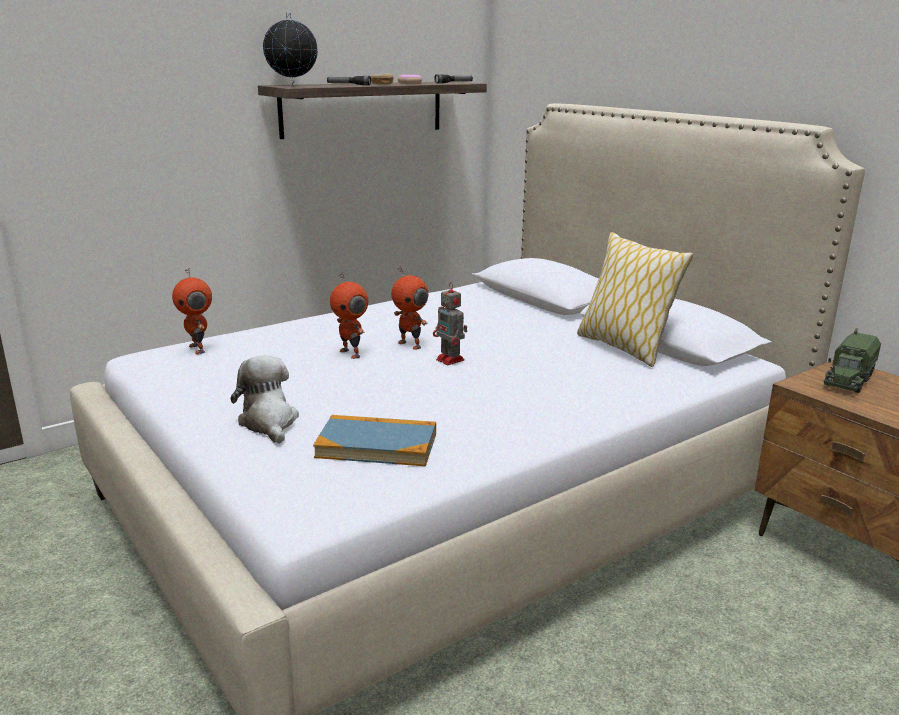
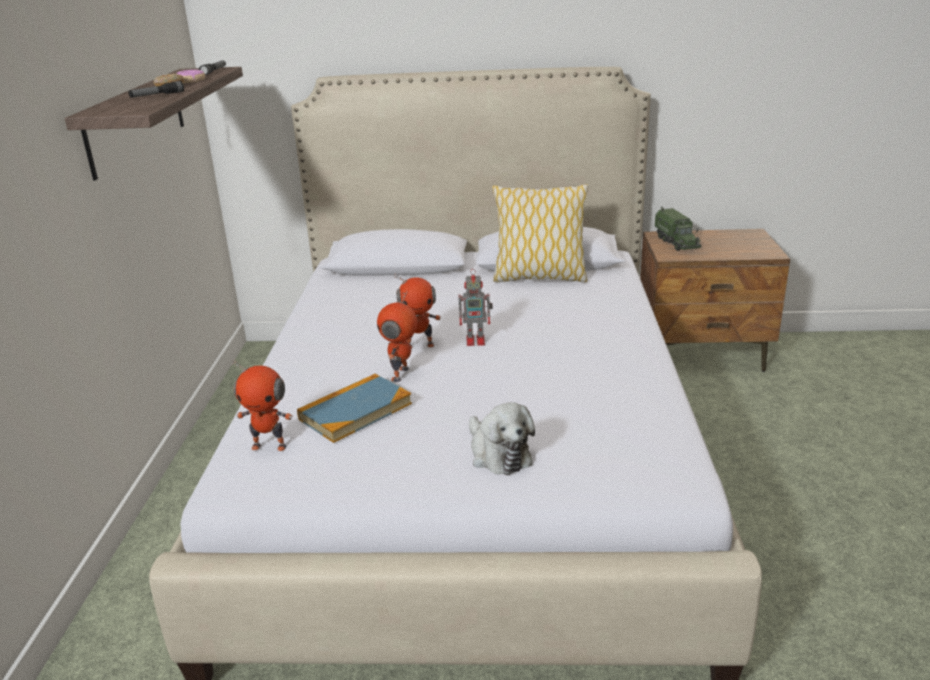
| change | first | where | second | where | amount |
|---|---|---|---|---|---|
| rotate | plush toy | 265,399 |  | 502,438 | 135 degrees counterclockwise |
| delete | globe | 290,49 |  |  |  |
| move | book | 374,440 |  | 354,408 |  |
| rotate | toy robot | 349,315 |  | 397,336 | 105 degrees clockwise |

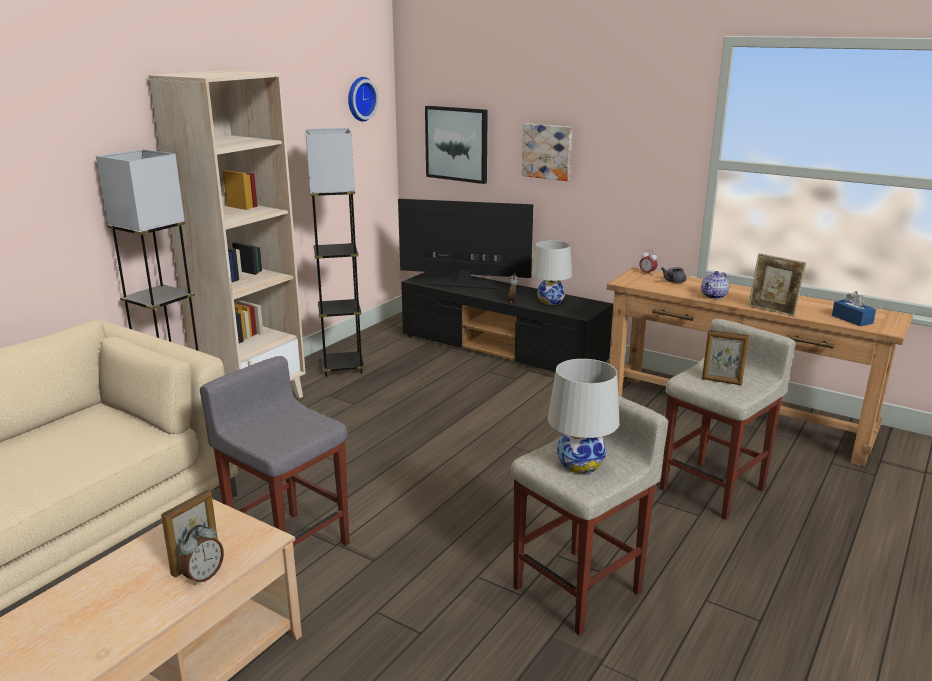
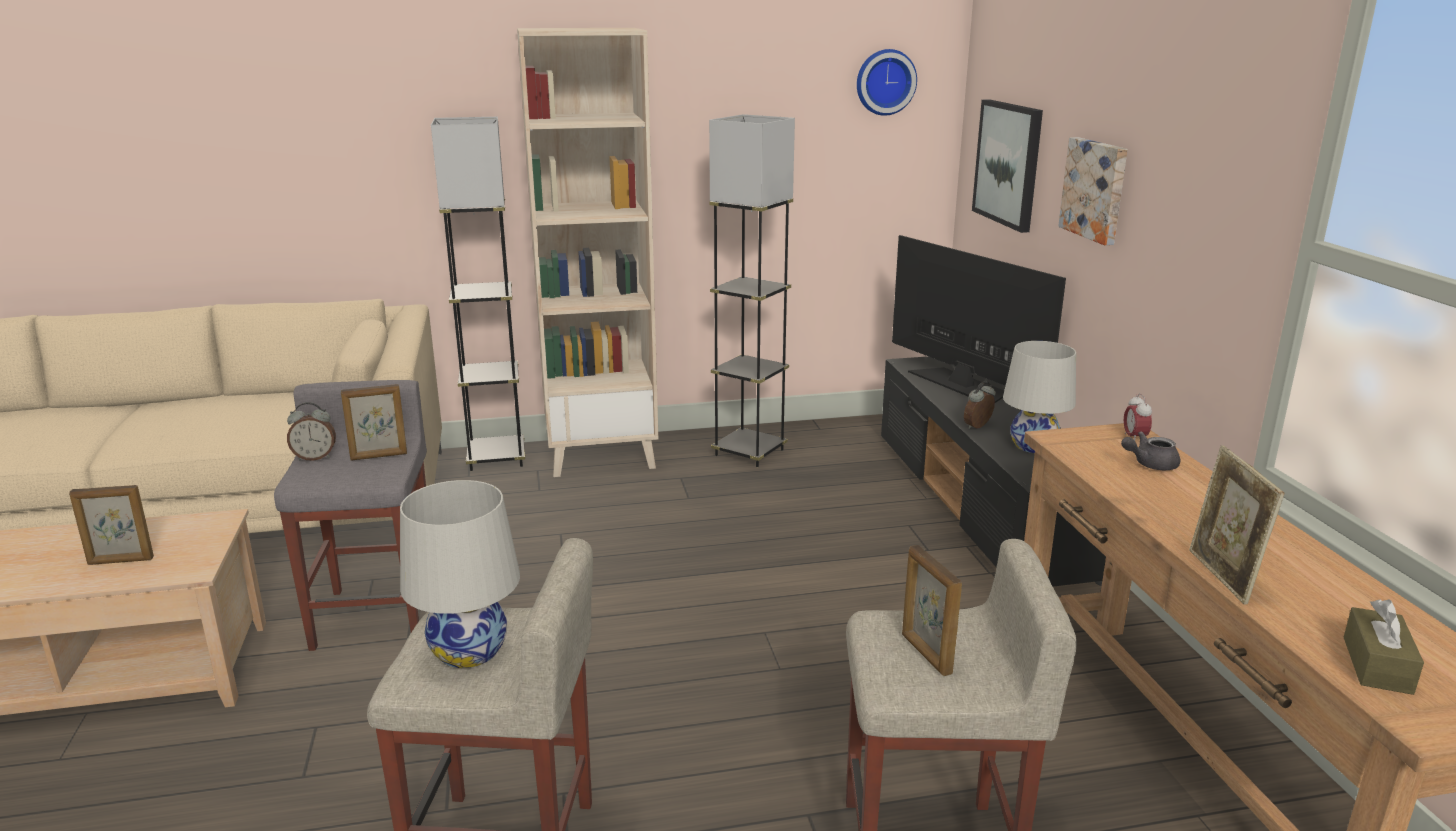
| change | first | where | second | where | amount |
|---|---|---|---|---|---|
| move | alarm clock | 201,555 |  | 311,431 |  |
| delete | teapot | 715,285 |  |  |  |
| recolor | tissue box/blue | 854,308 | tissue box/brown | 1384,647 |  |
| insert |  |  | picture frame | 374,422 |  |

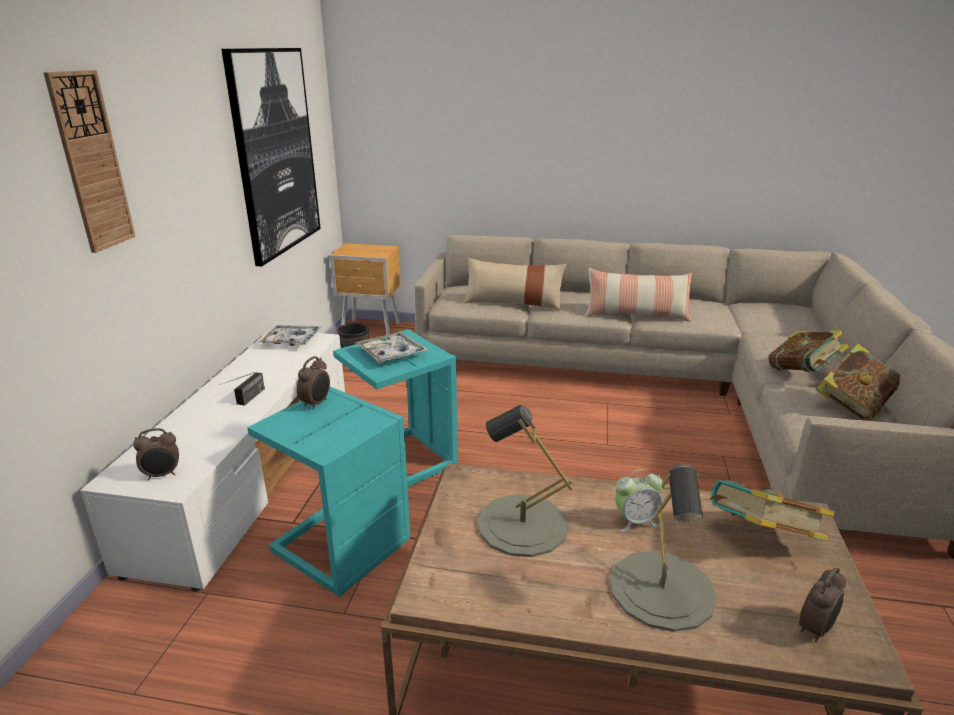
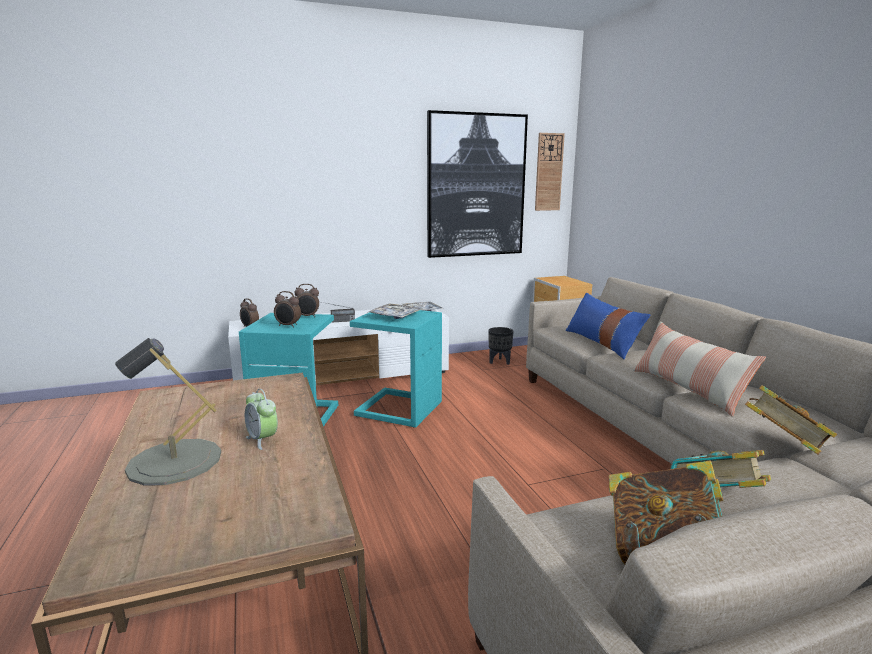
| change | first | where | second | where | amount |
|---|---|---|---|---|---|
| move | wall clock | 89,161 |  | 550,172 |  |
| recolor | pillow/beige | 515,284 | pillow/blue | 608,325 |  |
| delete | table lamp/grey | 525,481 |  |  |  |
| move | book | 772,510 |  | 791,420 |  |
| move | alarm clock | 822,605 |  | 287,309 |  |

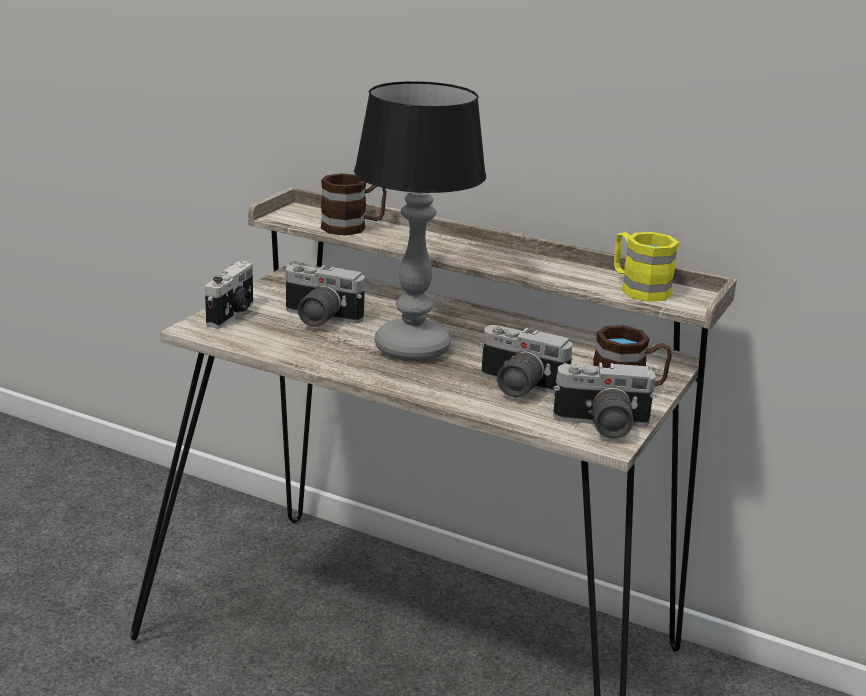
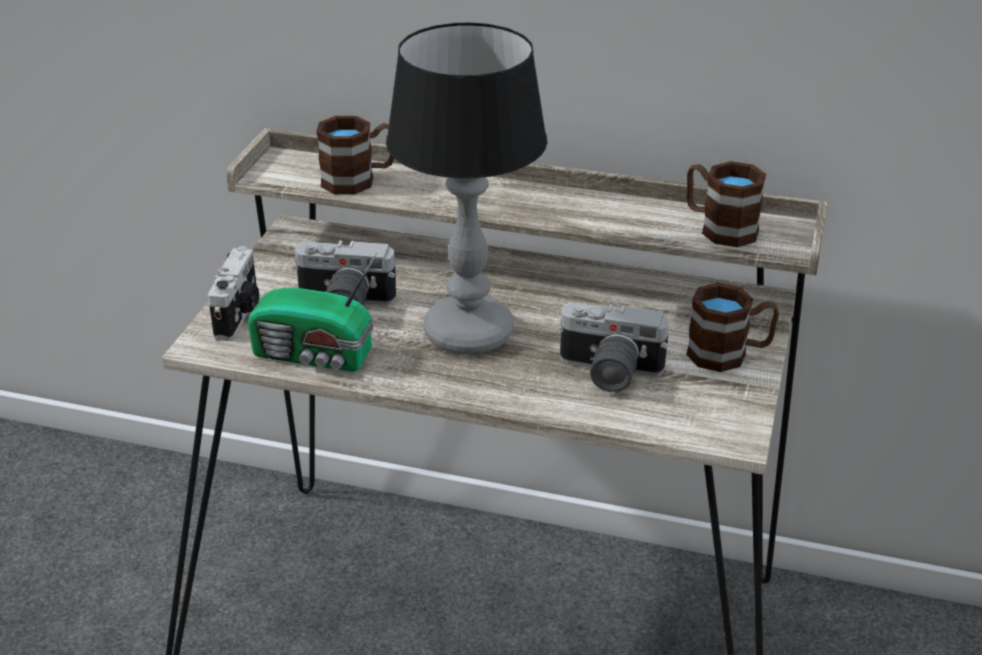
| change | first | where | second | where | amount |
|---|---|---|---|---|---|
| delete | photo camera | 605,400 |  |  |  |
| recolor | mug/yellow | 646,267 | mug/brown | 726,204 |  |
| insert |  |  | radio | 312,312 |  |

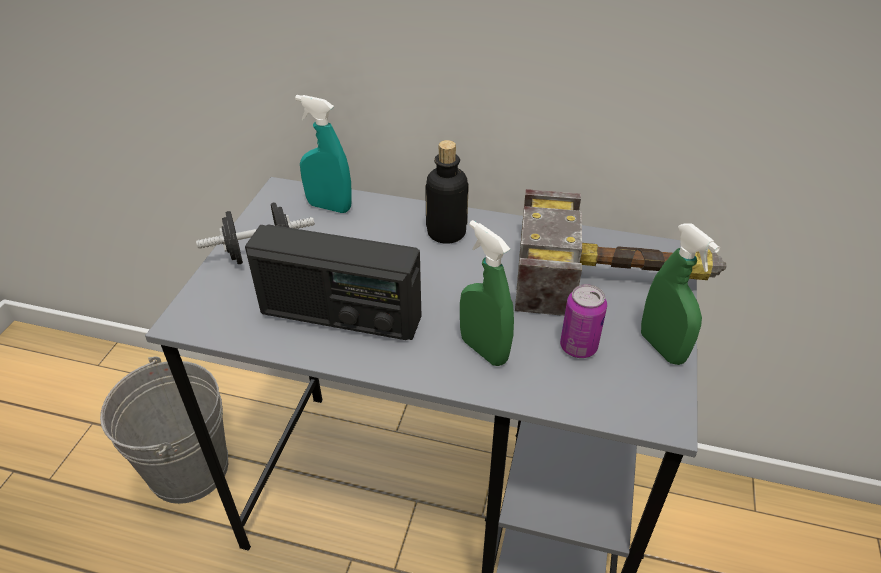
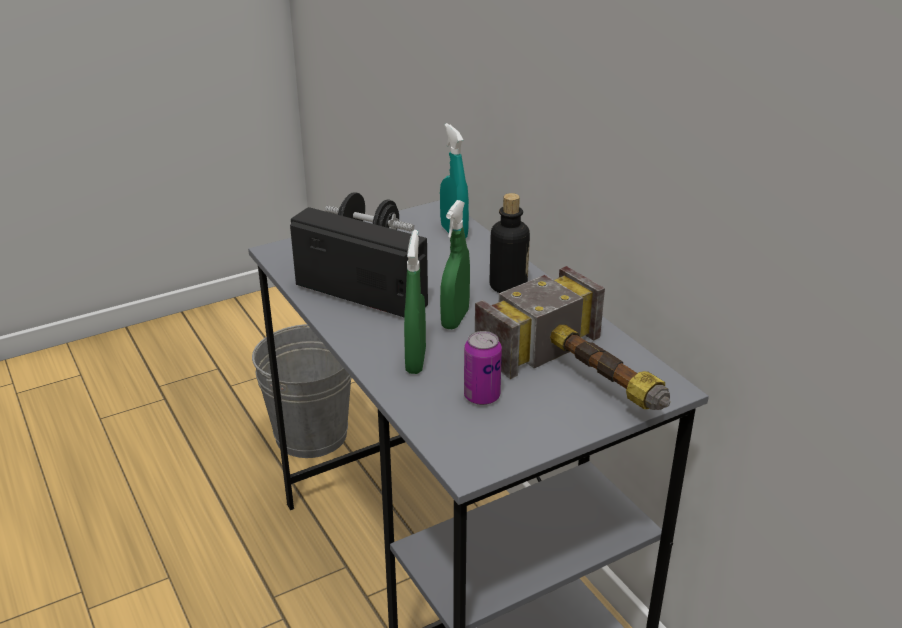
| change | first | where | second | where | amount |
|---|---|---|---|---|---|
| rotate | radio | 333,282 |  | 359,262 | 150 degrees clockwise |
| move | spray bottle/green | 680,294 |  | 455,264 |  |

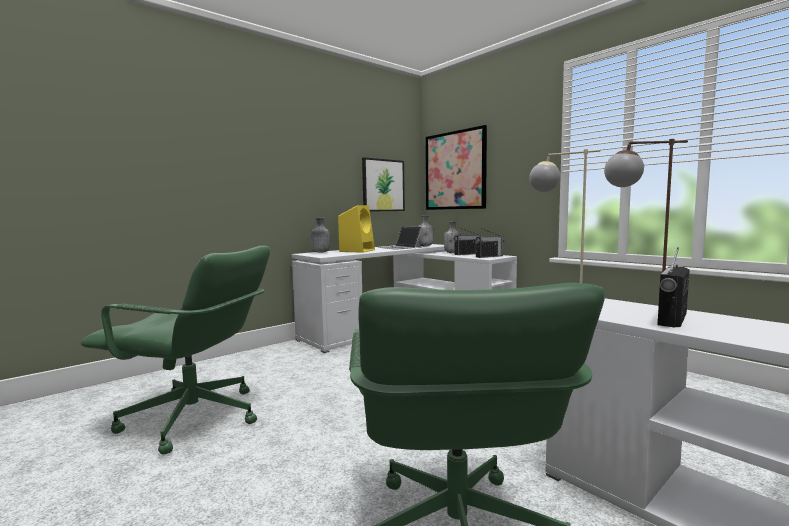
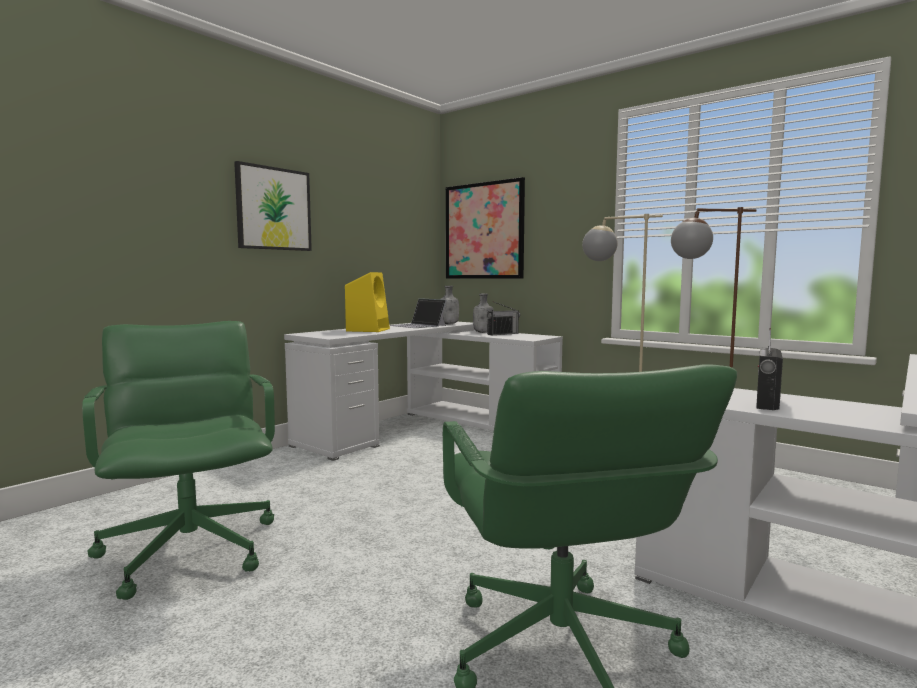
| change | first | where | second | where | amount |
|---|---|---|---|---|---|
| rotate | office chair/green | 175,350 |  | 178,460 | 120 degrees counterclockwise |
| delete | bottle/grey | 320,235 |  |  |  |
| move | picture | 383,184 |  | 273,206 |  |
| delete | radio | 490,243 |  |  |  |

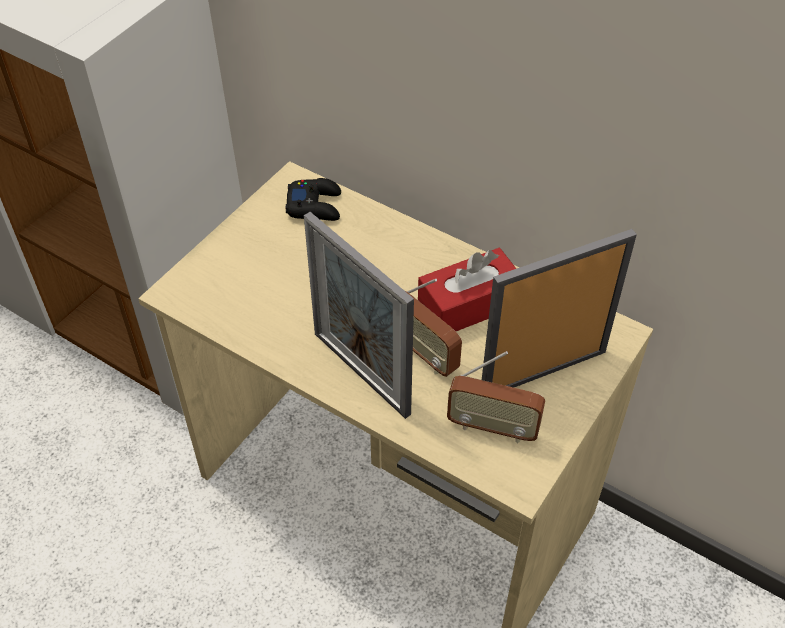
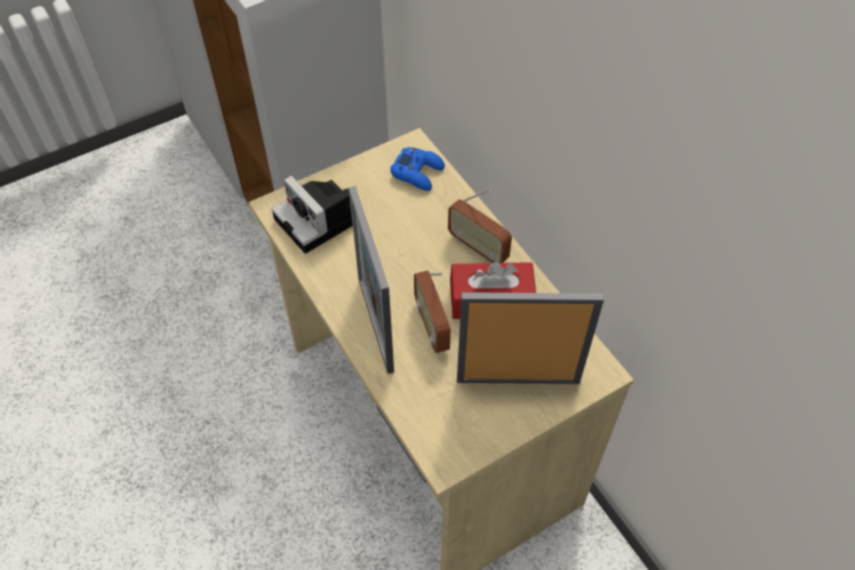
| change | first | where | second | where | amount |
|---|---|---|---|---|---|
| recolor | game controller/black | 313,199 | game controller/blue | 417,169 |  |
| move | radio | 496,397 |  | 480,226 |  |
| insert |  |  | photo camera | 312,214 |  |

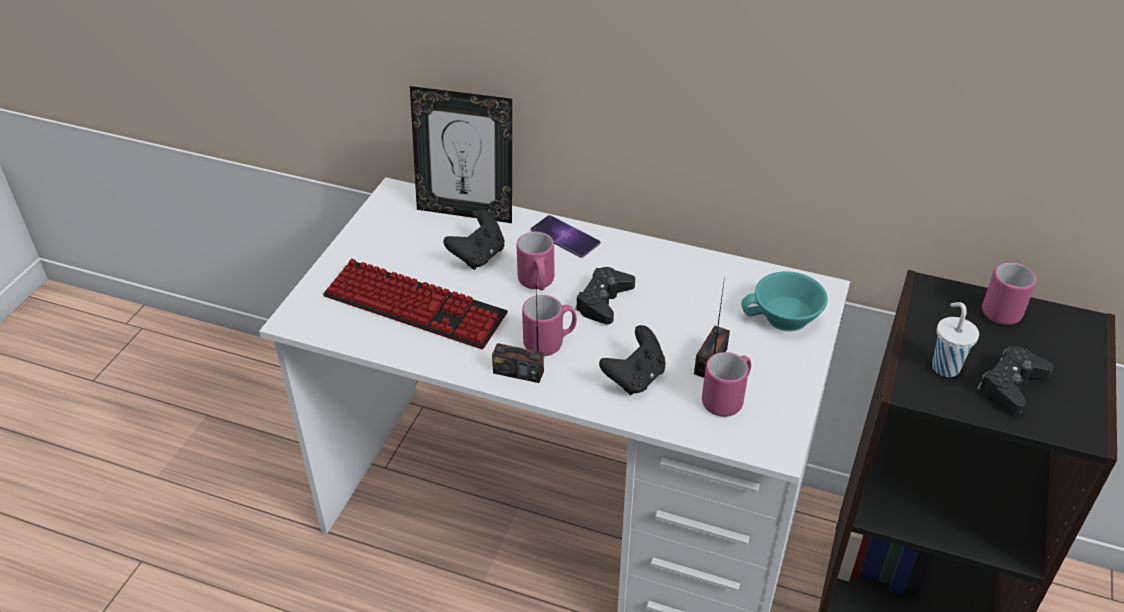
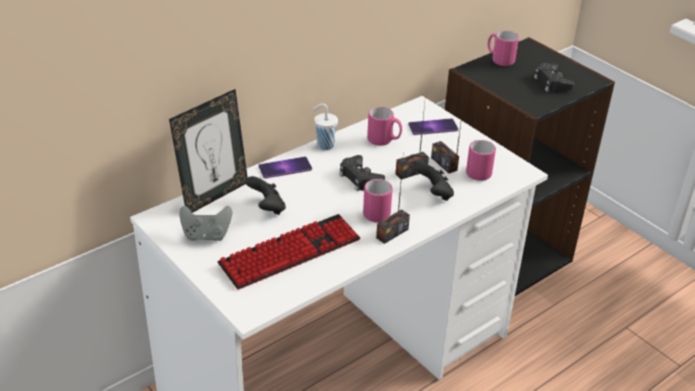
| change | first | where | second | where | amount |
|---|---|---|---|---|---|
| move | mug/pink | 535,261 |  | 384,126 |  |
| replace | cup/turquoise | 784,301 | phone | 433,126 |  |
| move | cup/white | 955,339 |  | 325,126 |  |
| insert |  |  | game controller/grey | 205,223 |  |
| insert |  |  | radio | 412,141 |  |

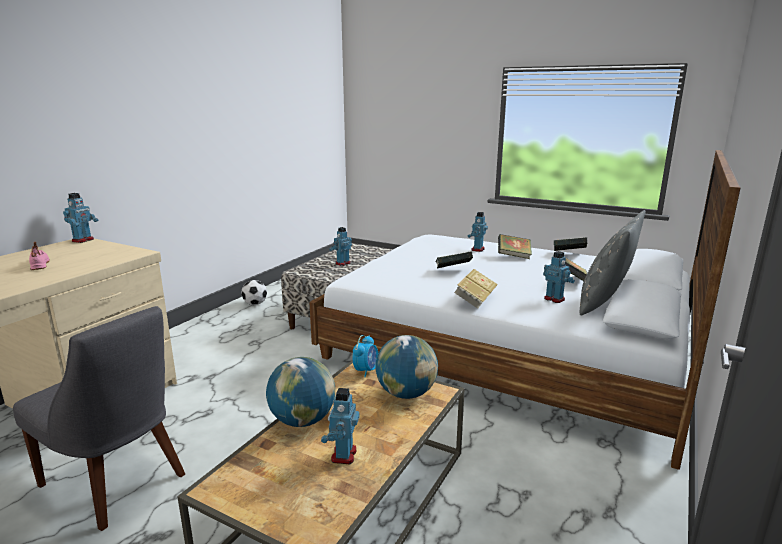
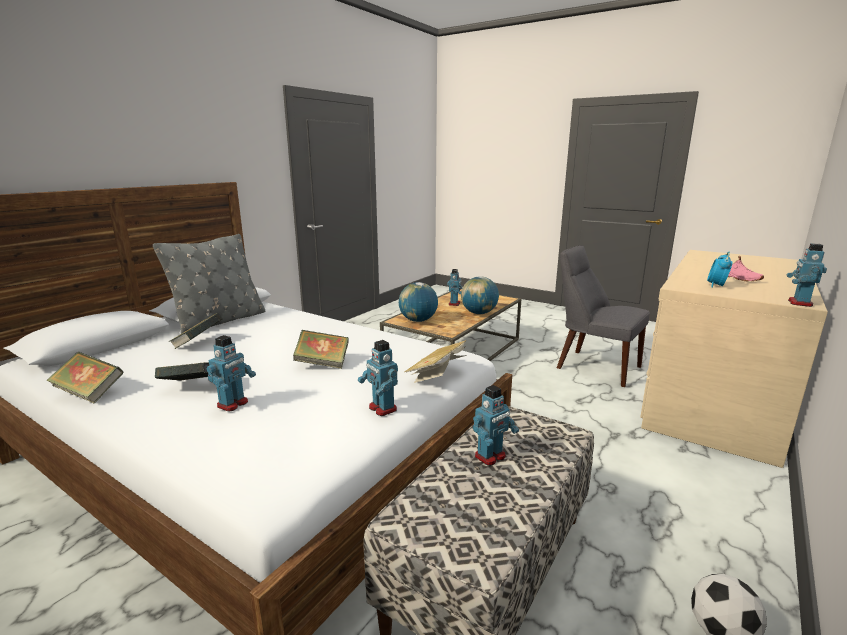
| change | first | where | second | where | amount |
|---|---|---|---|---|---|
| move | alarm clock | 365,356 |  | 720,270 |  |
| move | book | 476,288 |  | 435,361 |  |
| move | toy robot | 559,277 |  | 378,378 |  |

